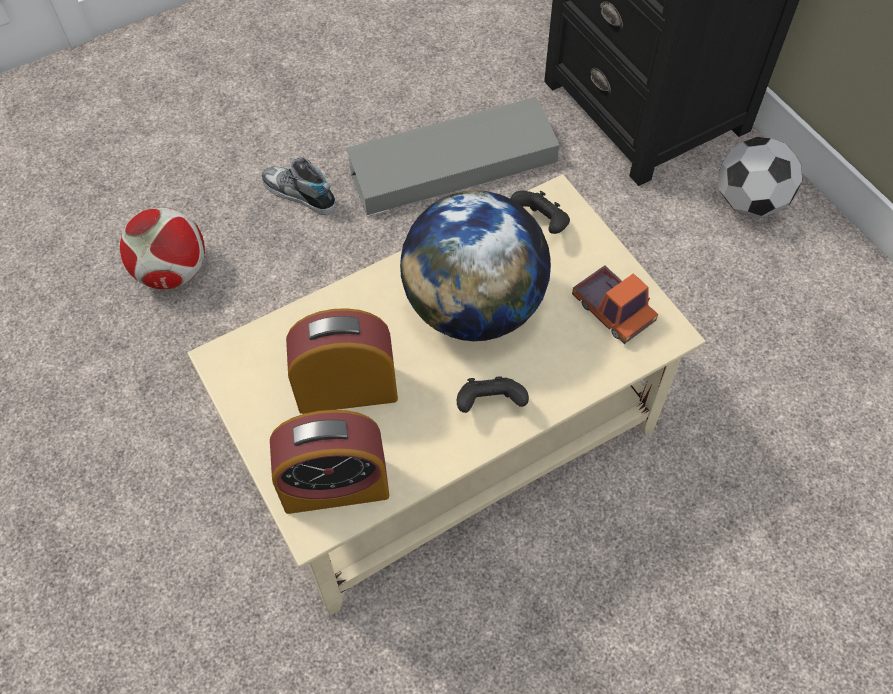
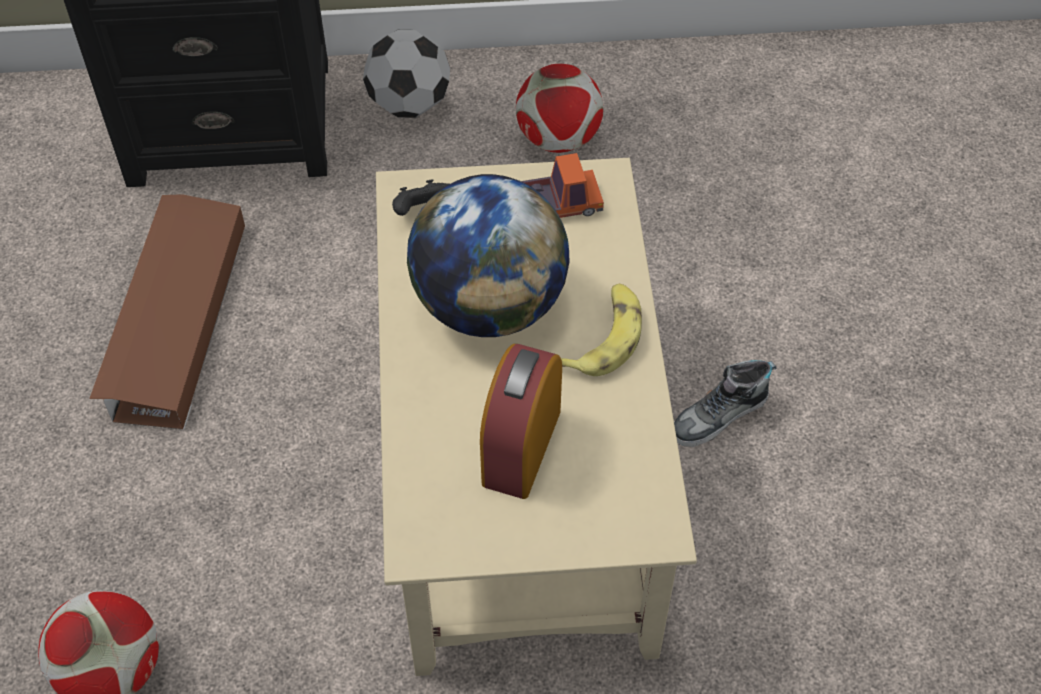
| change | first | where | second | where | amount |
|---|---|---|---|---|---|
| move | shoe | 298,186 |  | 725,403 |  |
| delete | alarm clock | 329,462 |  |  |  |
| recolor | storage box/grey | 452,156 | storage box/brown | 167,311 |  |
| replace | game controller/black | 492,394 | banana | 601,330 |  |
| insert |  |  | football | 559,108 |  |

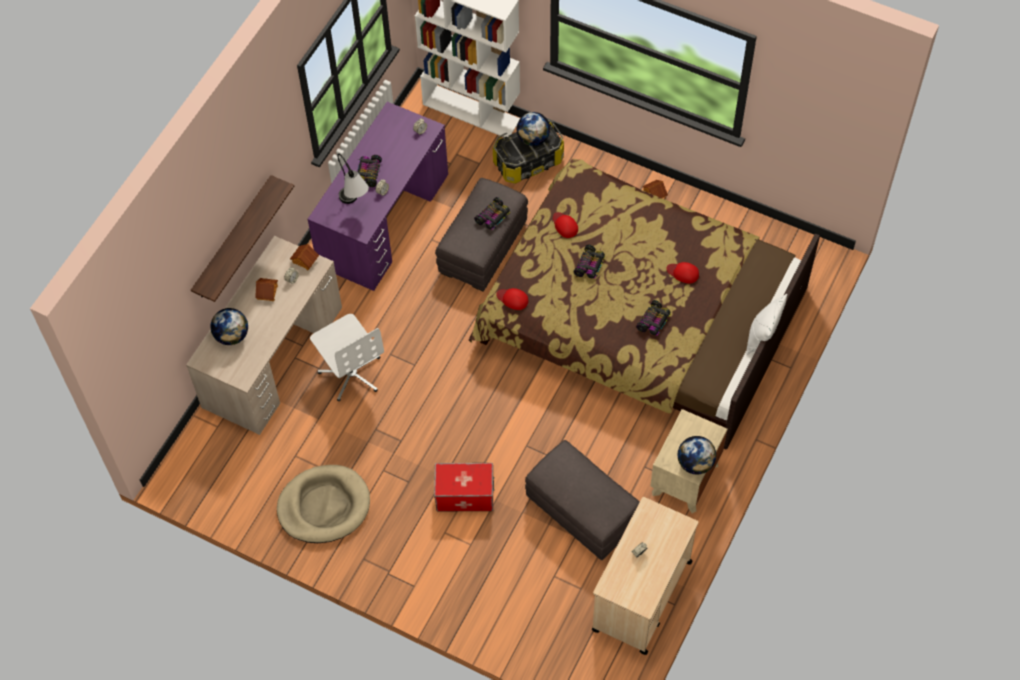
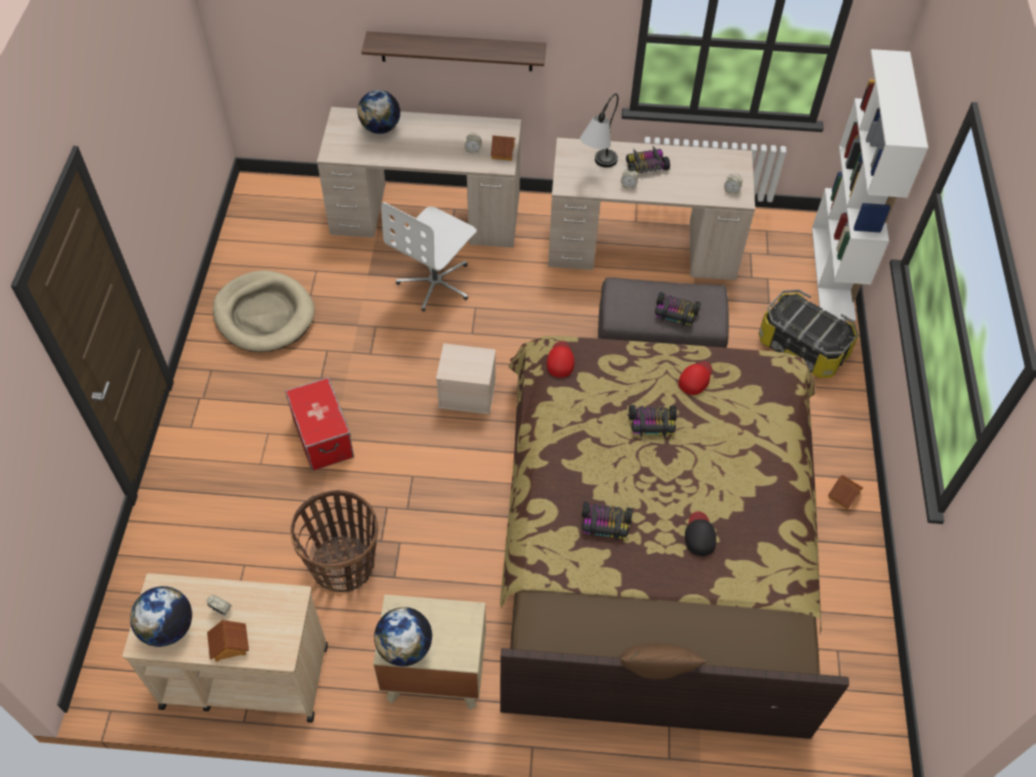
| change | first | where | second | where | amount |
|---|---|---|---|---|---|
| move | toy house | 266,289 |  | 228,641 |  |
| recolor | desk/purple | 377,196 | desk/beige | 651,209 |  |
| move | globe | 533,129 |  | 161,616 |  |
| replace | ottoman/grey | 582,500 | basket | 334,541 |  |
| recolor | cap/red | 683,273 | cap/black | 700,533 |  |
| recolor | pillow/white | 766,324 | pillow/brown | 662,660 |  |
| insert |  |  | storage box/beige | 466,379 |  |

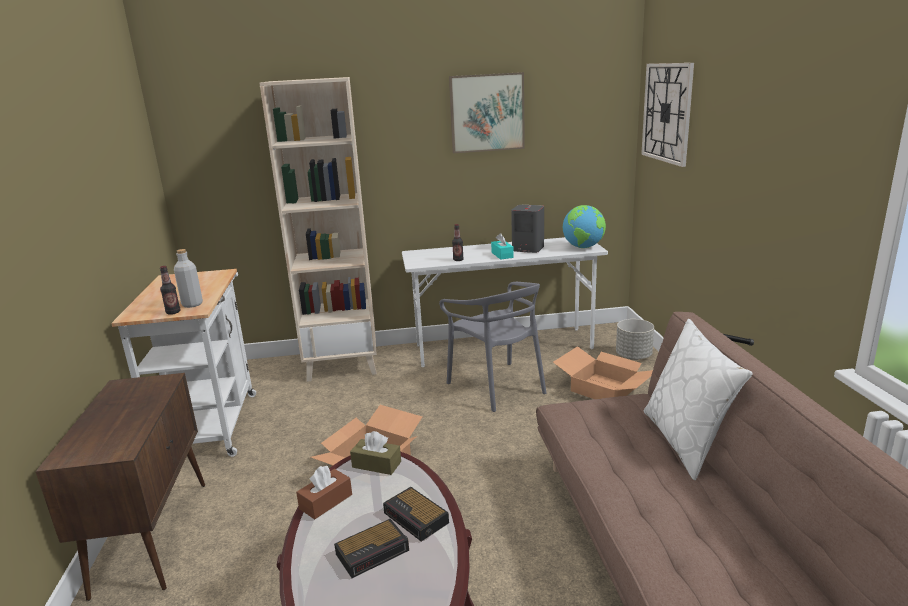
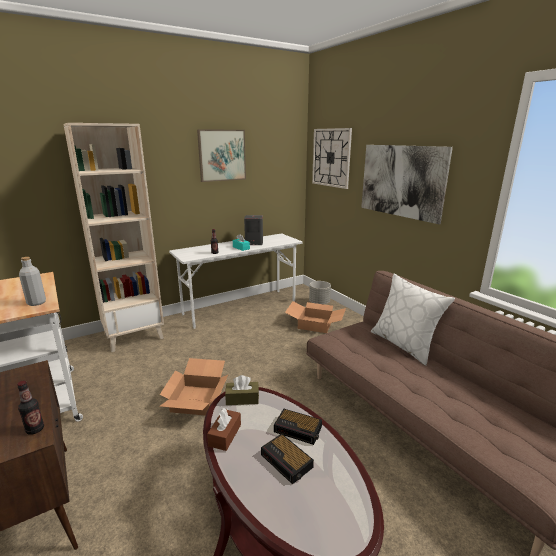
| change | first | where | second | where | amount |
|---|---|---|---|---|---|
| move | bottle | 170,290 |  | 30,408 |  |
| rotate | alarm clock | 371,548 |  | 287,459 | 105 degrees clockwise |
| delete | chair/grey | 493,347 |  |  |  |
| delete | globe | 584,226 |  |  |  |
| insert |  |  | picture | 407,184 |  |

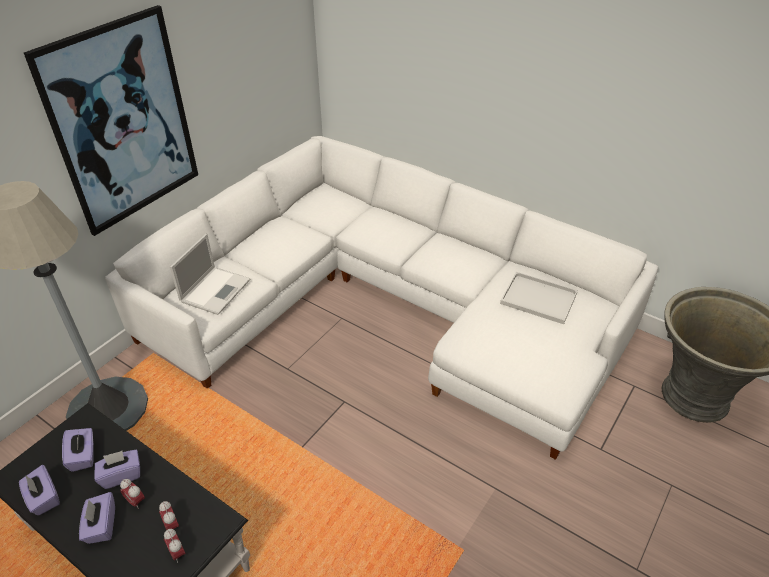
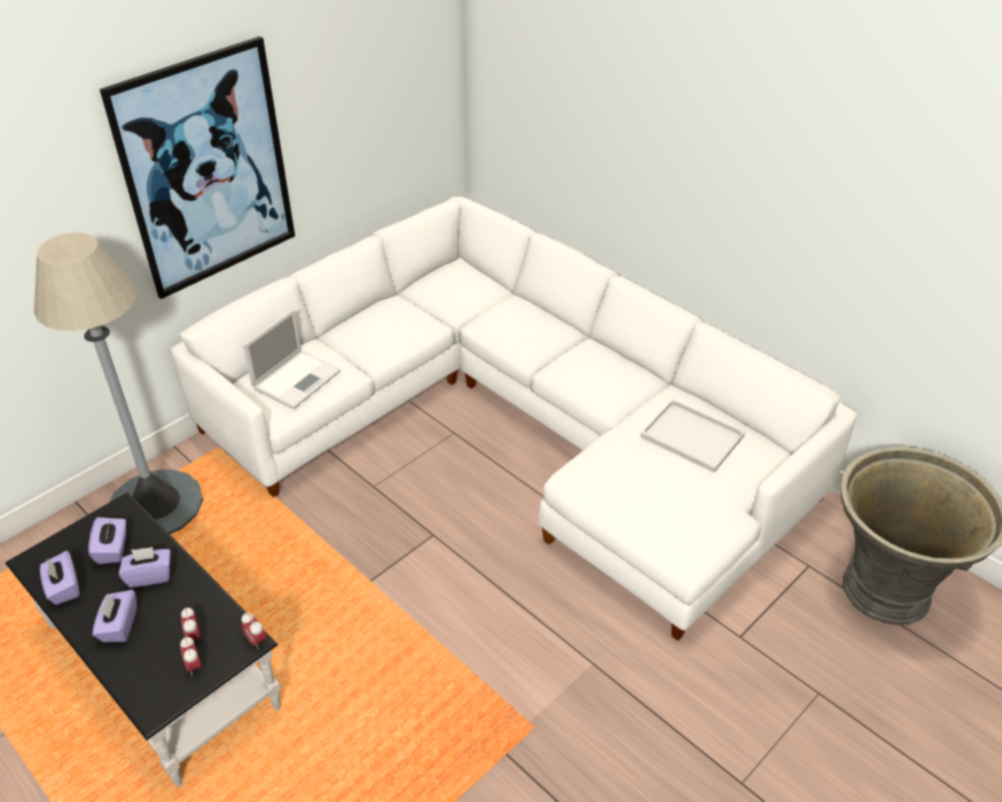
| change | first | where | second | where | amount |
|---|---|---|---|---|---|
| move | alarm clock | 132,494 |  | 254,630 |  |

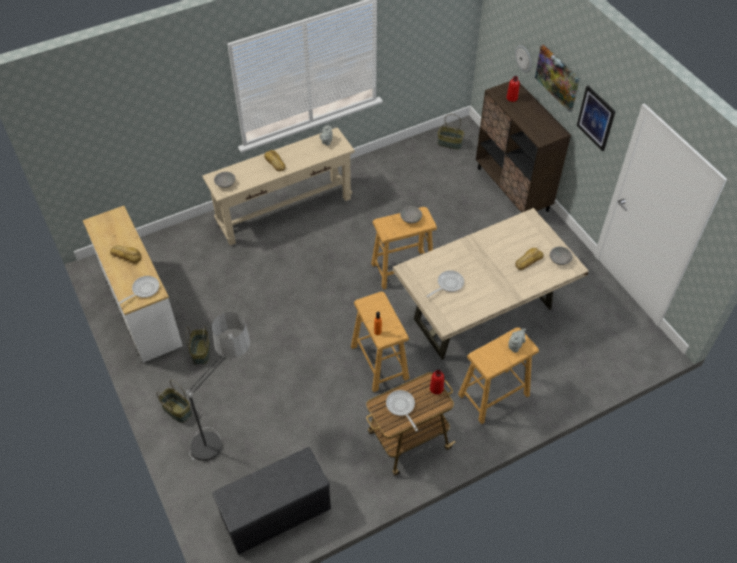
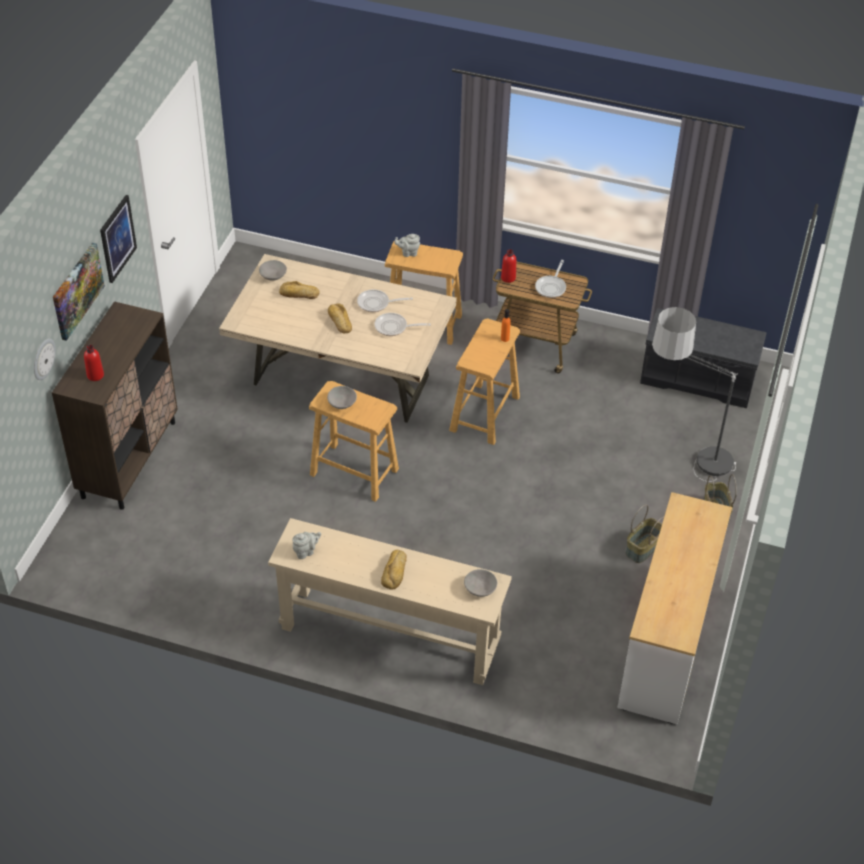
| change | first | where | second | where | amount |
|---|---|---|---|---|---|
| move | bread | 126,254 |  | 340,318 |  |
| move | frying pan | 138,290 |  | 385,300 |  |
| delete | basket | 450,132 |  |  |  |

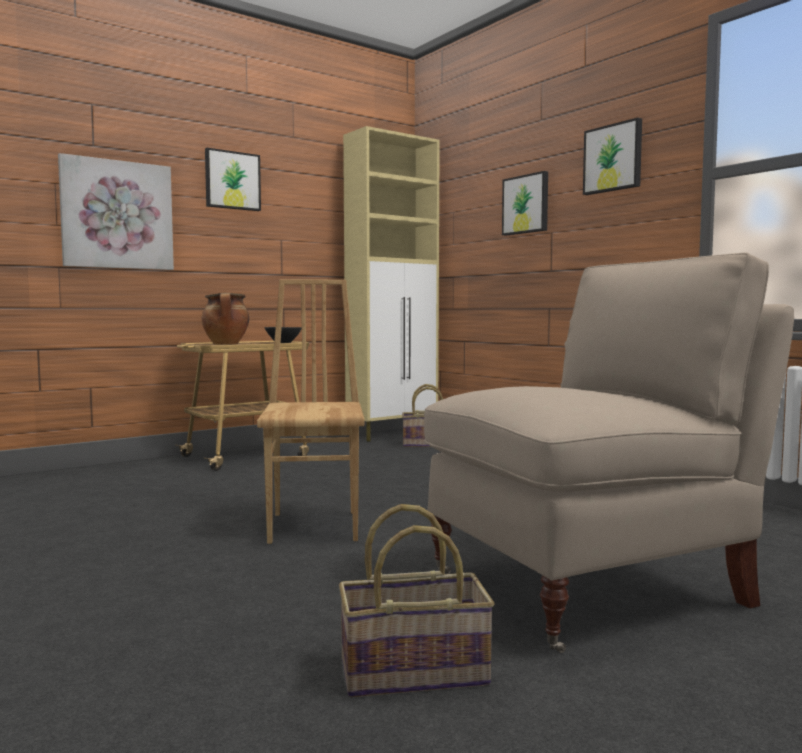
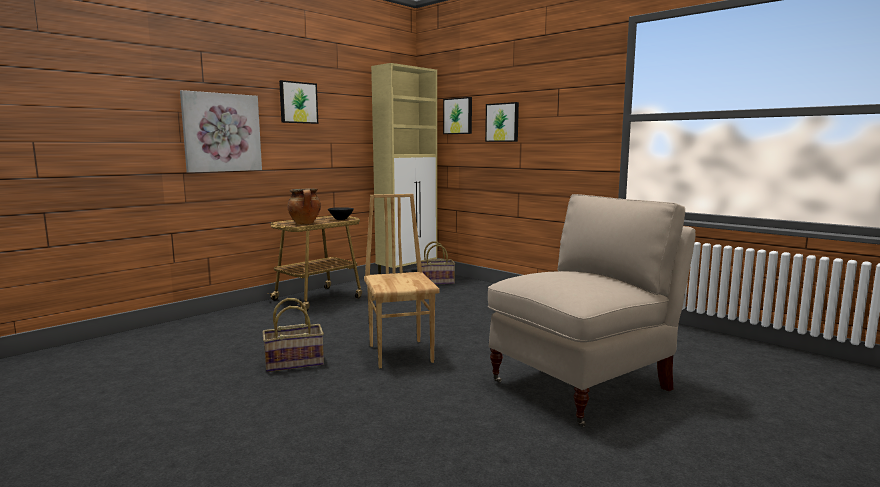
| change | first | where | second | where | amount |
|---|---|---|---|---|---|
| move | basket | 416,600 |  | 293,335 |  |
| move | picture | 612,156 |  | 457,115 |  |

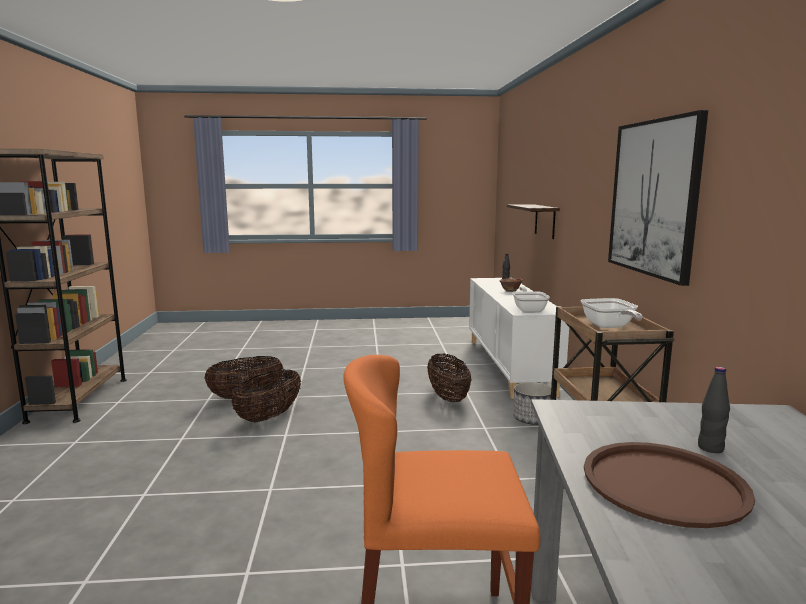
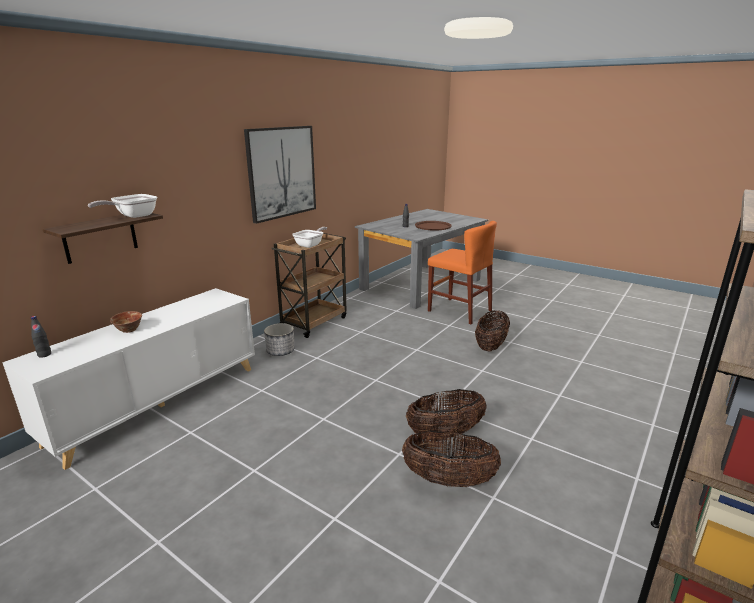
| change | first | where | second | where | amount |
|---|---|---|---|---|---|
| move | basket | 449,378 |  | 492,331 |  |
| move | frying pan | 531,300 |  | 122,206 |  |

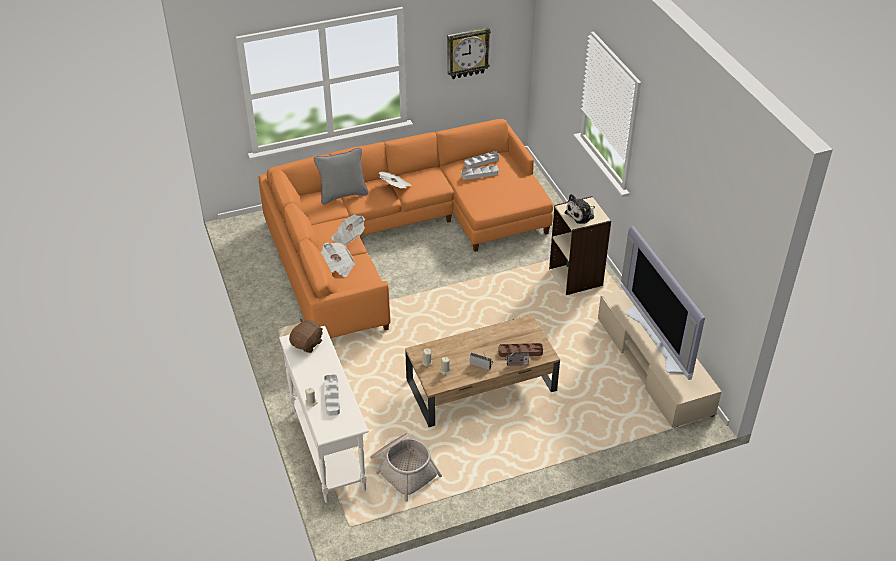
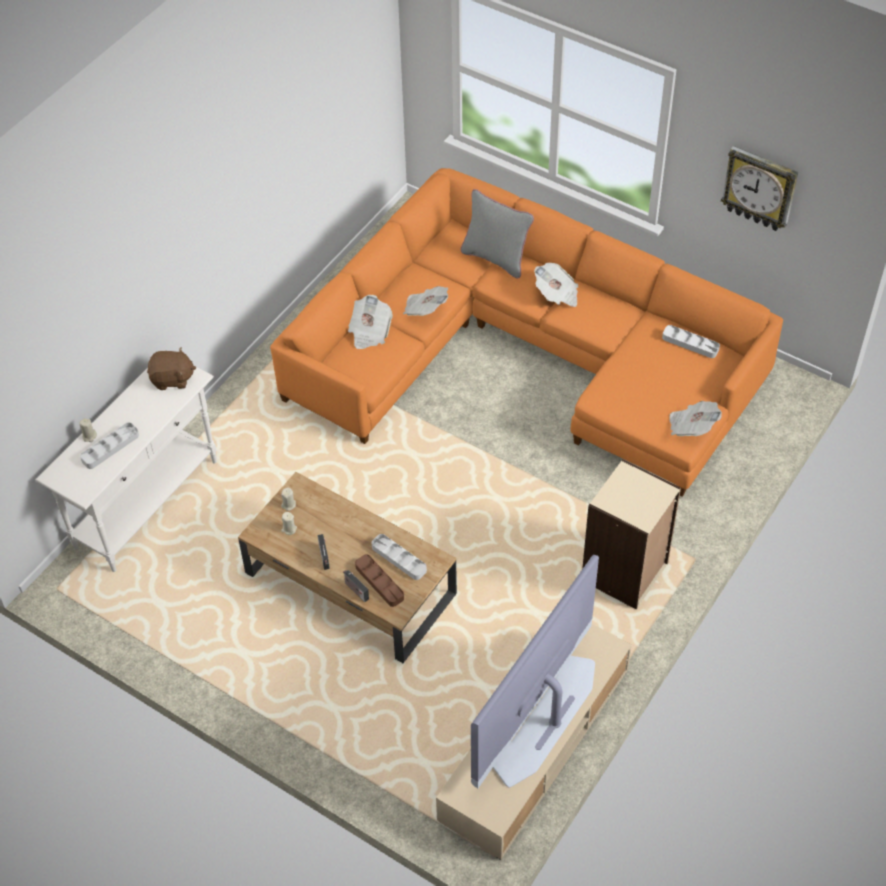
| change | first | where | second | where | amount |
|---|---|---|---|---|---|
| delete | basket | 406,467 |  |  |  |
| move | tray/grey | 480,172 |  | 399,557 |  |
| delete | plush toy | 580,209 |  |  |  |
| insert |  |  | newspaper | 695,418 |  |

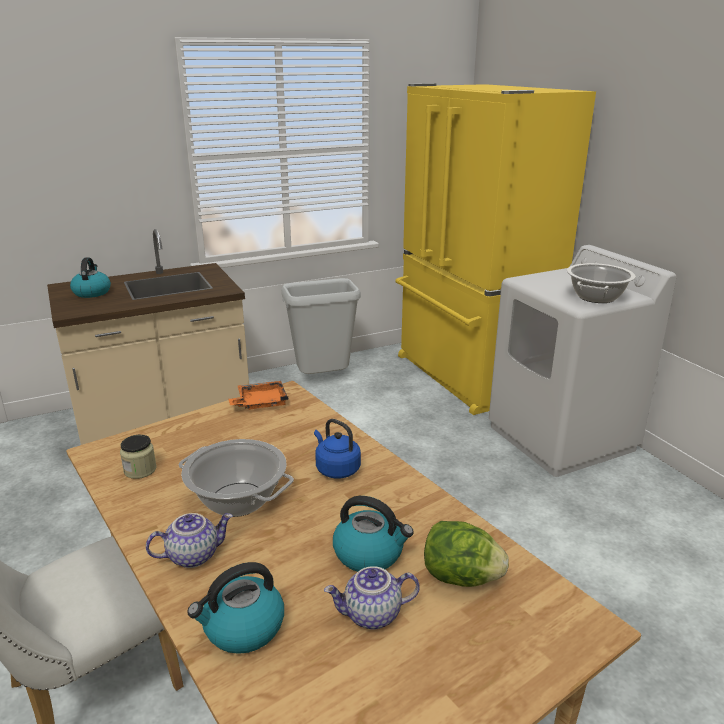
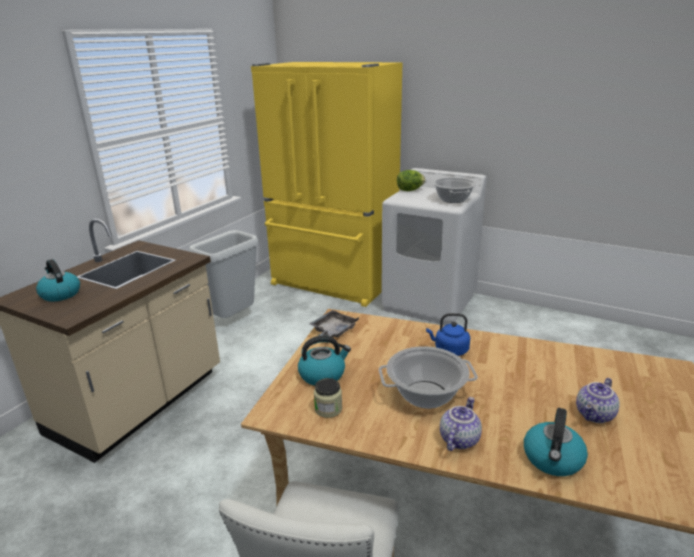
| change | first | where | second | where | amount |
|---|---|---|---|---|---|
| recolor | tray/orange | 259,395 | tray/grey | 334,324 |  |
| move | kettle | 373,534 |  | 324,360 |  |
| move | lettuce | 466,554 |  | 411,180 |  |

